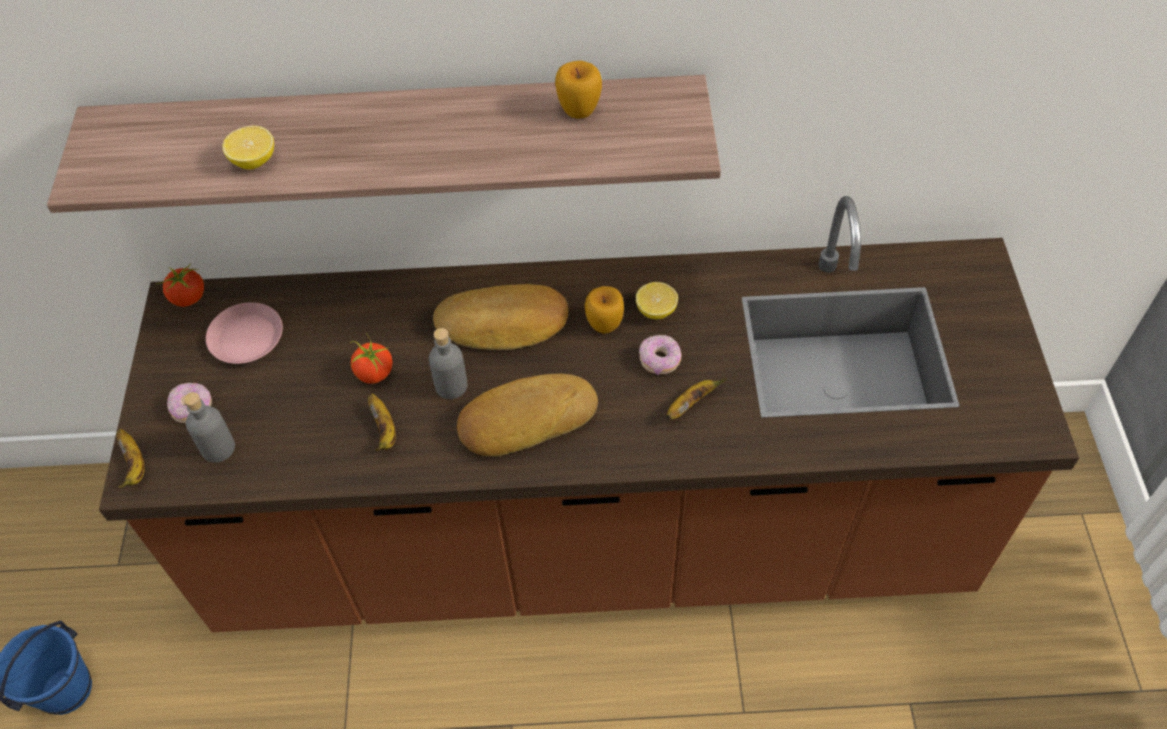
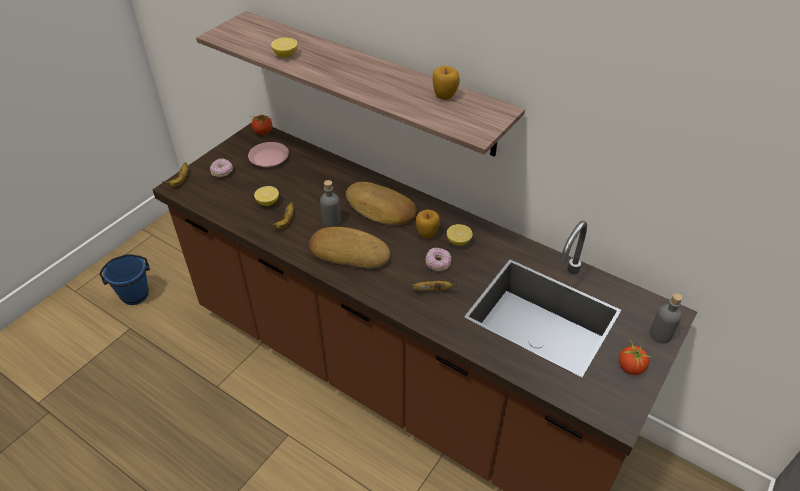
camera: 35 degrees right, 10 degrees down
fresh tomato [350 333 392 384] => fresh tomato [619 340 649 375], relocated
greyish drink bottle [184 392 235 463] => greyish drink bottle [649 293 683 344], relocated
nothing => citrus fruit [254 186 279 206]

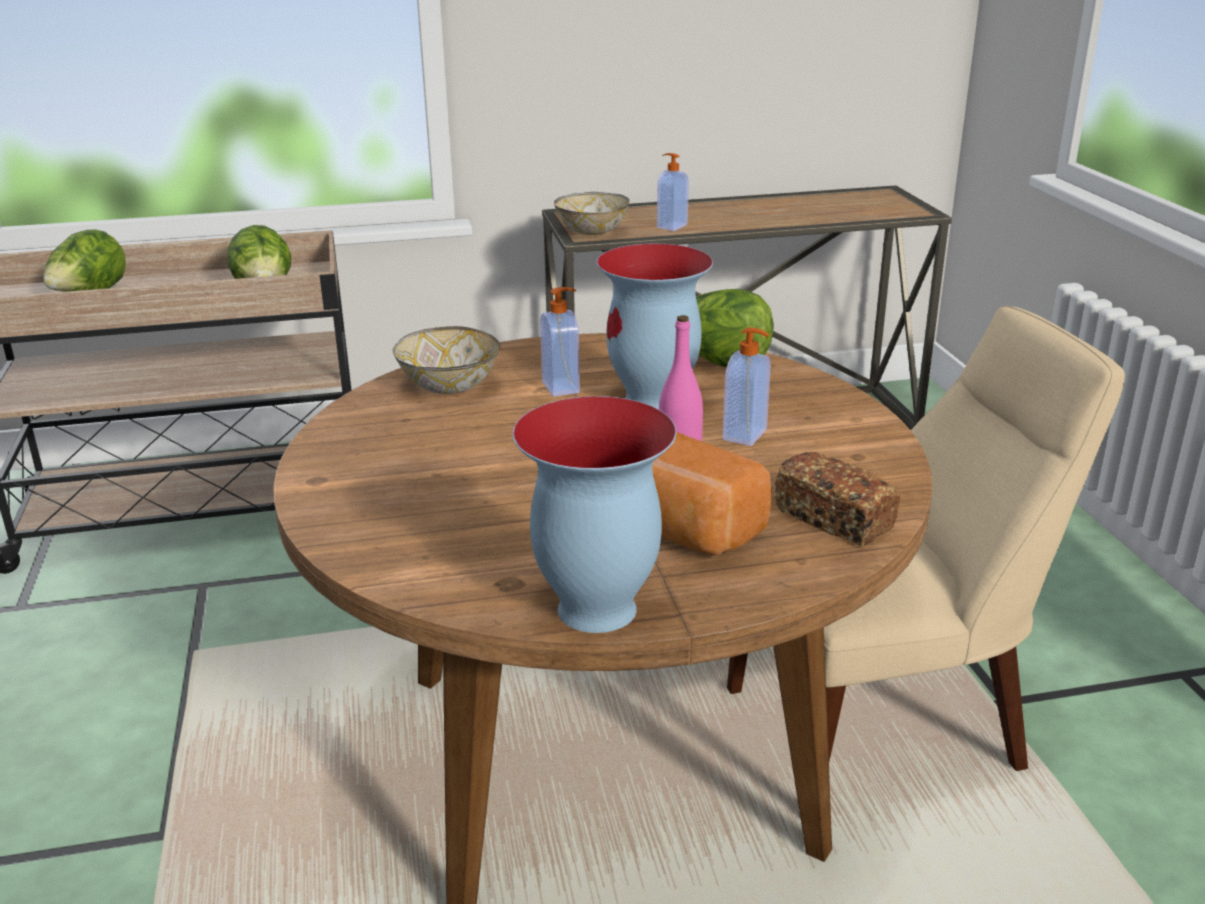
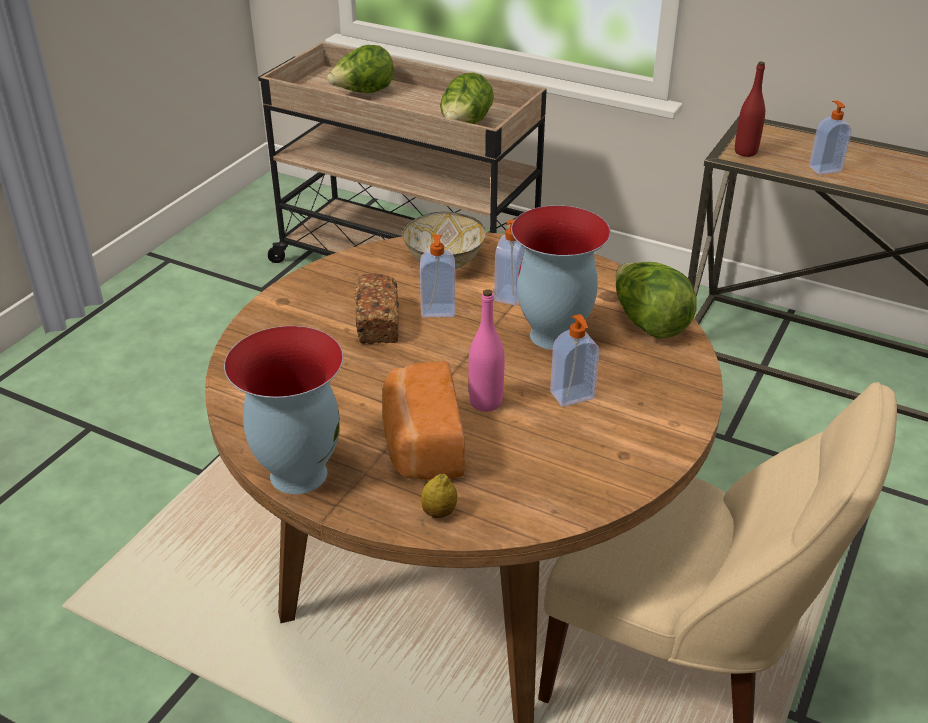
camera: 40 degrees right, 10 degrees up
deep dish [554 192 629 235] => red drink bottle [735 62 765 157]
bread [775 452 900 546] => bread [355 273 399 344], relocated
nothing => liquid soap bottle [420 235 455 317]
nothing => citrus fruit [421 474 457 518]

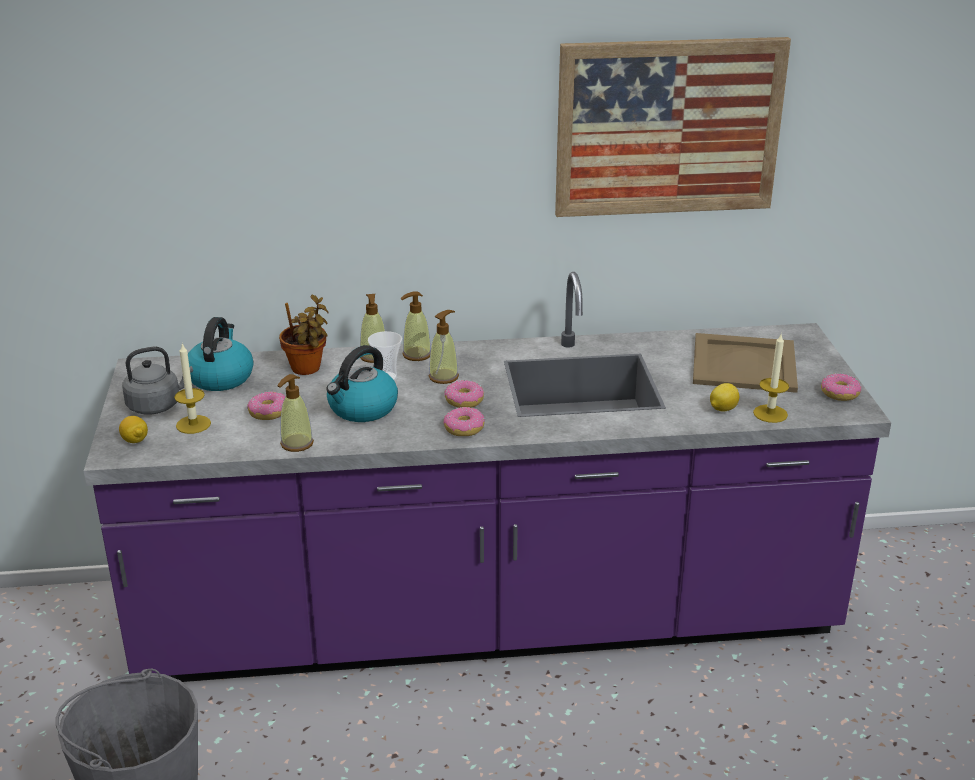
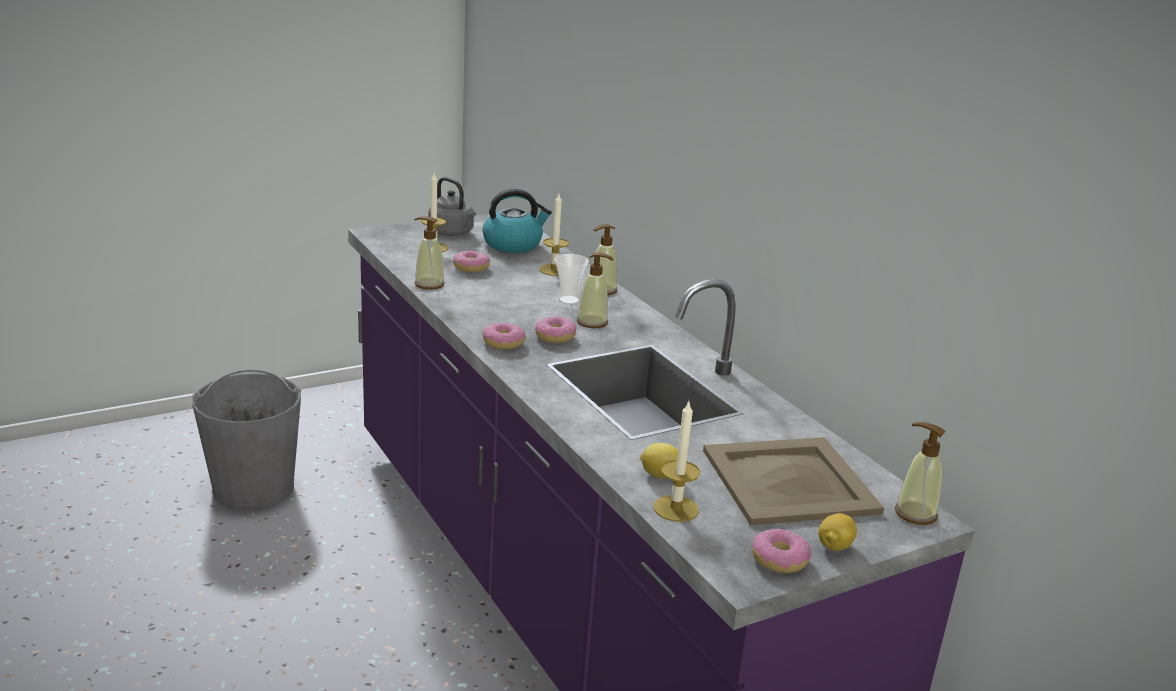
camera: 65 degrees right, 5 degrees down
picture [555 37 791 217] => nothing
liquid soap bottle [400 291 431 361] => liquid soap bottle [895 422 946 525], relocated
houseplant [279 295 329 375] => wax candle [540 194 569 276]
kettle [326 345 398 422] => nothing
citrus fruit [119 416 148 443] => citrus fruit [818 513 857 551], relocated

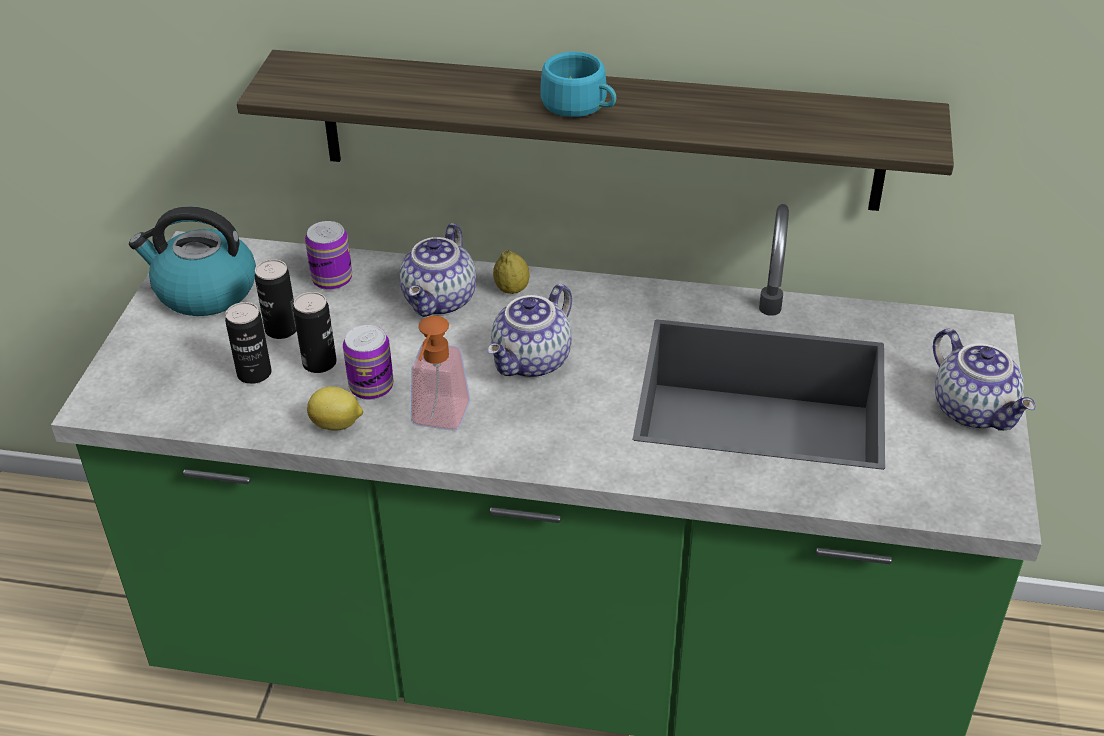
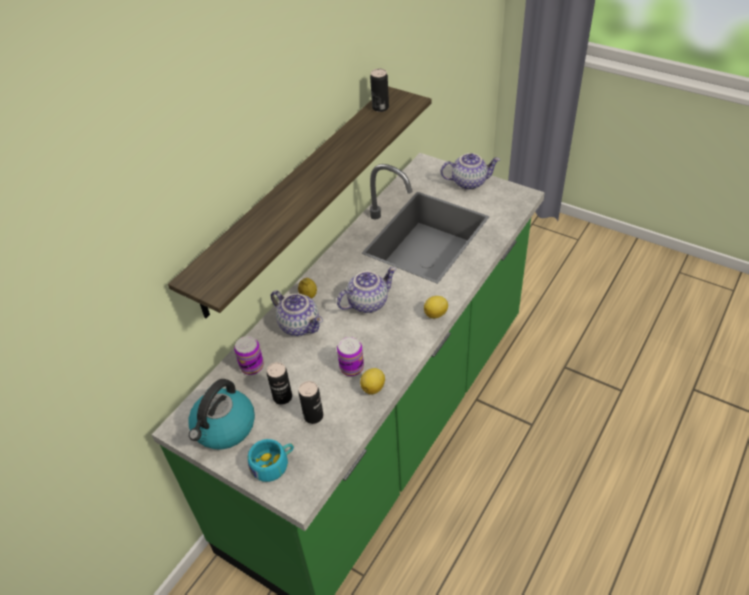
camera: 65 degrees left, 5 degrees up
blue-green cup [540 51 616 117] => blue-green cup [248 439 294 482], relocated
tea pot [487 284 572 378] => tea pot [337 267 396 313], 90 degrees counterclockwise
sealed can [293 292 337 373] => sealed can [370 69 389 112], relocated
liquid soap bottle [411 316 470 431] => nothing
nothing => citrus fruit [424 296 448 318]

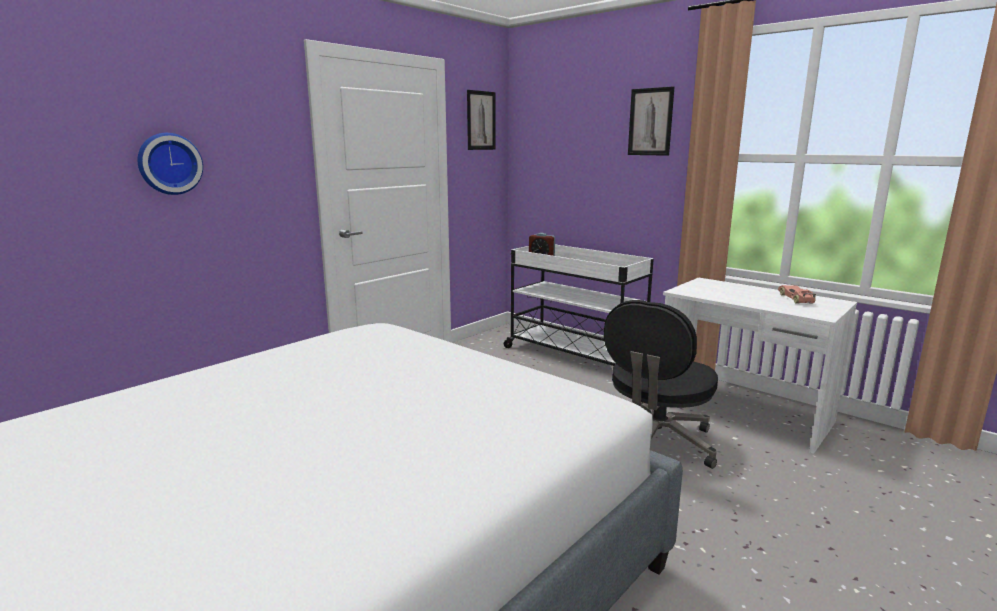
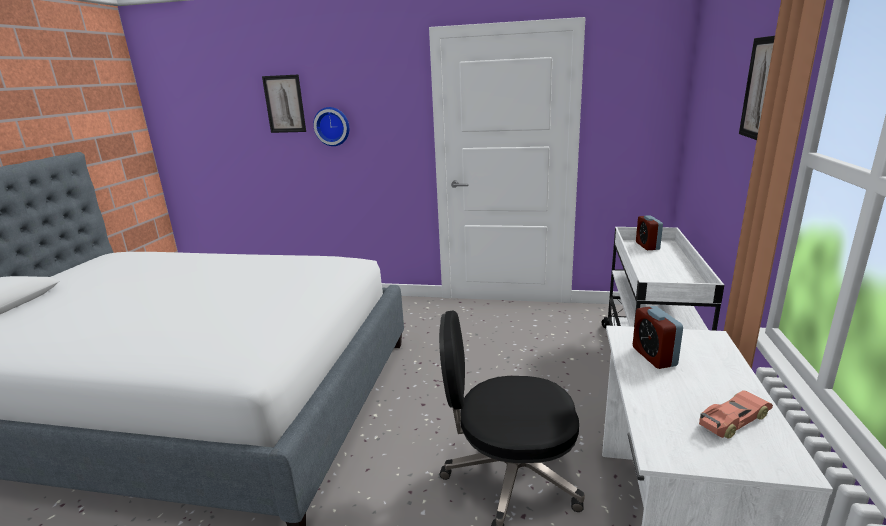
camera: 60 degrees right, 5 degrees up
picture [467 90 496 150] => picture [262 75 306 133], relocated
nothing => alarm clock [633 306 683 369]

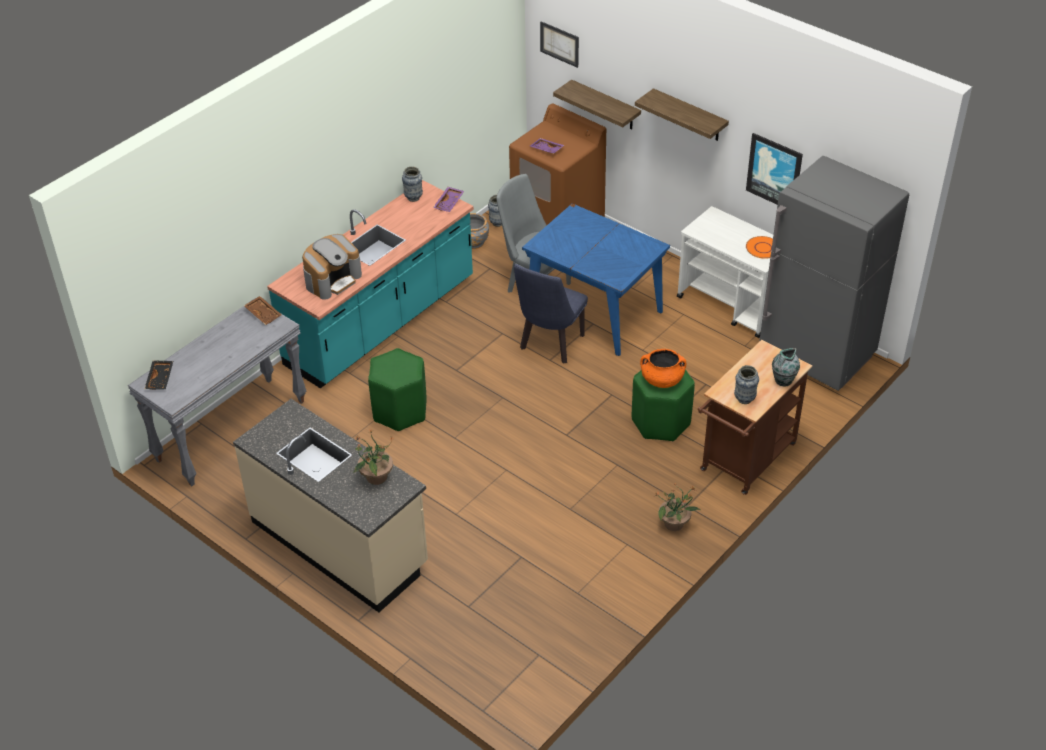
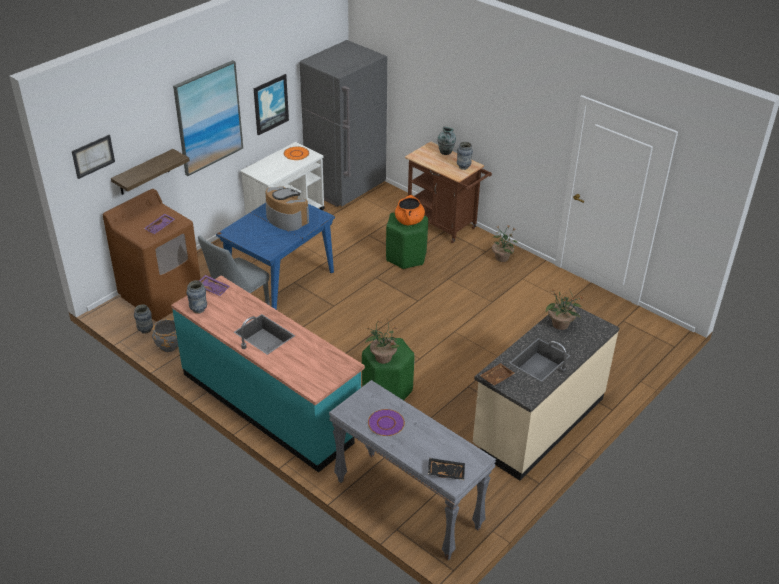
camera: 90 degrees left, 5 degrees down
bracket shelf [635 88 729 141] => picture [173 60 243 176]
coffee brewer [302 234 362 300] => coffee brewer [265 186 309 231], relocated
bluish upright chair [514 264 588 364] => nothing
brown-coloured tray [244 296 282 325] => brown-coloured tray [479 363 515 385], relocated
nothing => houseplant [365 318 400 364]
nothing => purplish dinner plate [368 409 405 436]

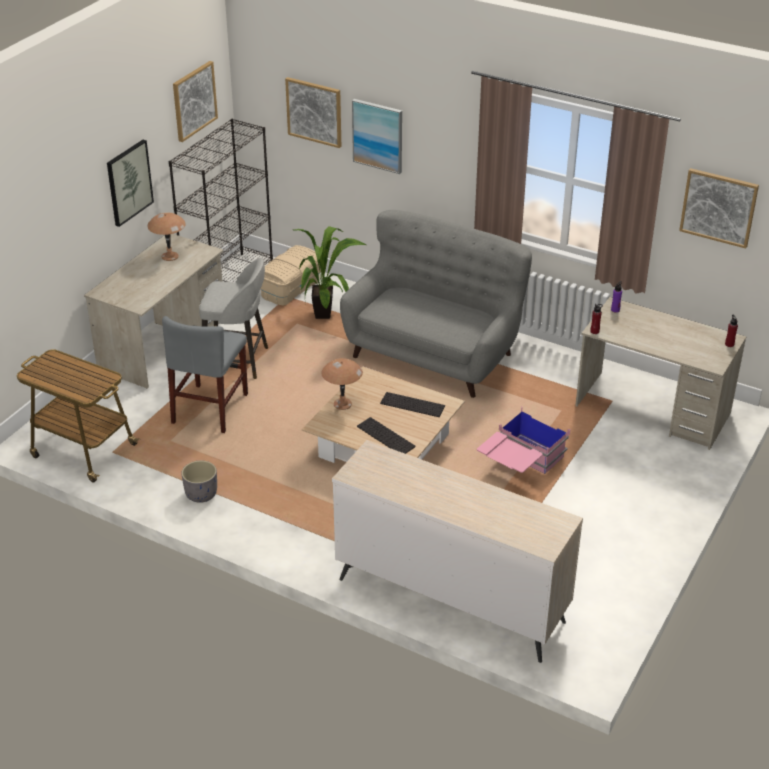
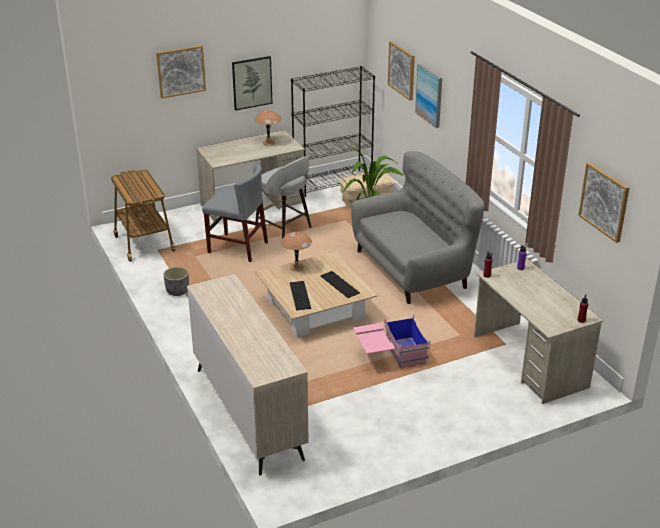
camera: 35 degrees right, 5 degrees down
picture [173 61 218 142] => picture [156 45 206 99], relocated
greyish upright chair [162 316 248 433] => greyish upright chair [202 165 268 262], 120 degrees counterclockwise

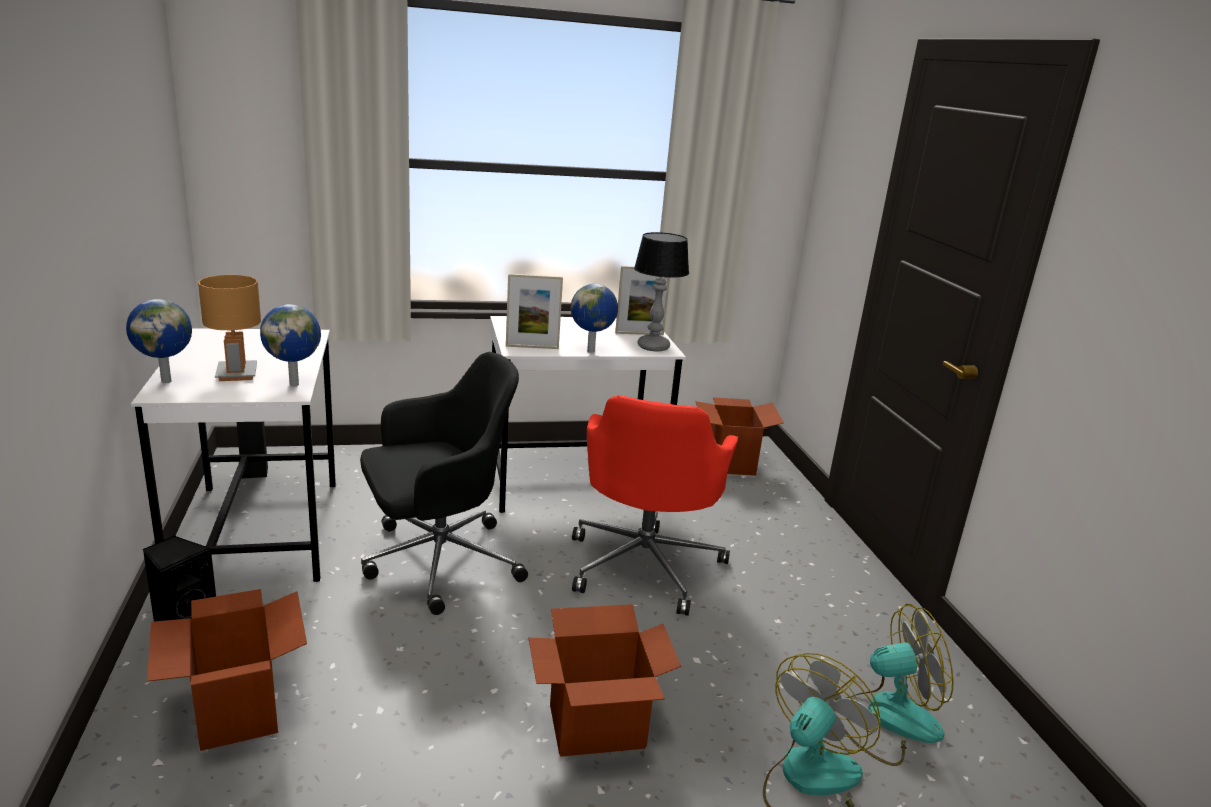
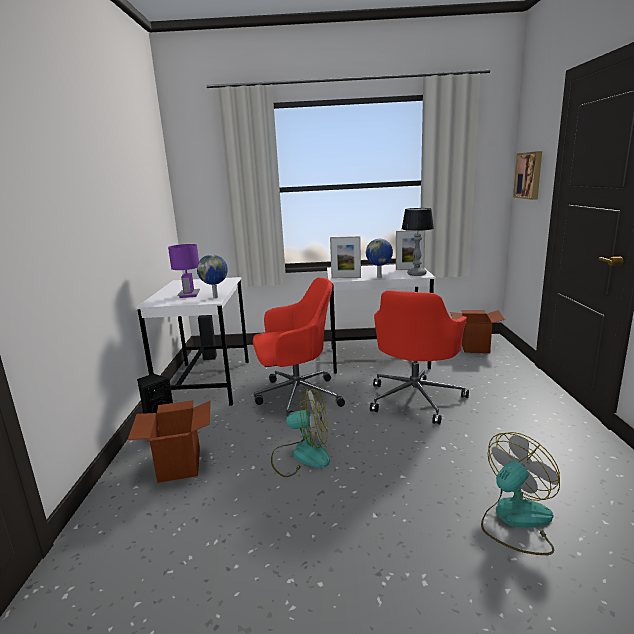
camera: 15 degrees right, 5 degrees down
brown-coloured table lamp [198 275 261 381] => purplish table lamp [168 244 200 298]
globe [126 299 192 383] => nothing
black office chair [360 352 528 615] => red office chair [253 277 345 416]
electric fan [833 603 954 766] => electric fan [271 387 330 477], relocated
cardboard box [529 604 681 757] => nothing
nothing => picture [513 151 542 200]

